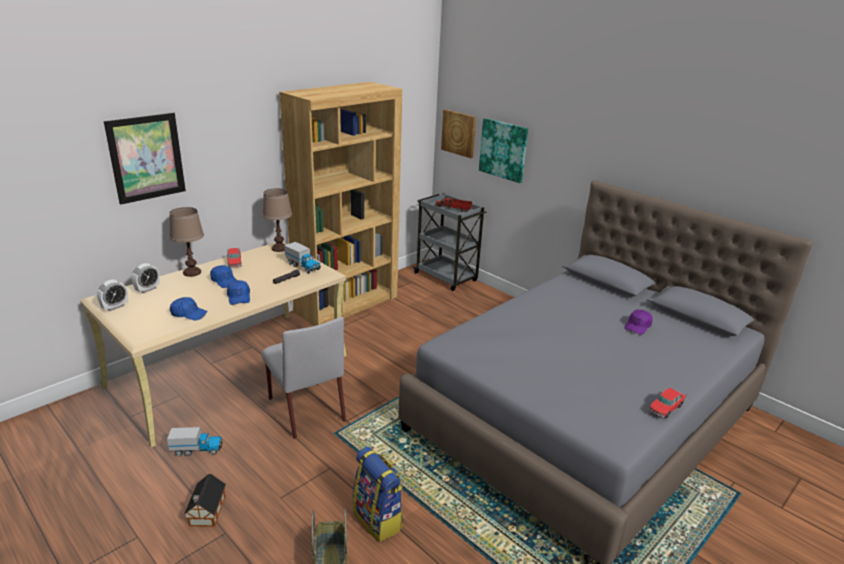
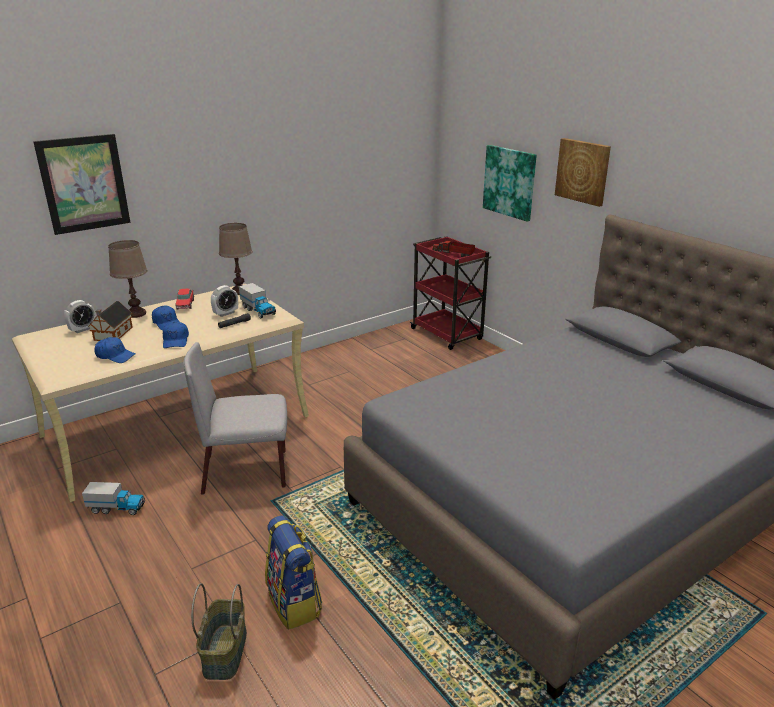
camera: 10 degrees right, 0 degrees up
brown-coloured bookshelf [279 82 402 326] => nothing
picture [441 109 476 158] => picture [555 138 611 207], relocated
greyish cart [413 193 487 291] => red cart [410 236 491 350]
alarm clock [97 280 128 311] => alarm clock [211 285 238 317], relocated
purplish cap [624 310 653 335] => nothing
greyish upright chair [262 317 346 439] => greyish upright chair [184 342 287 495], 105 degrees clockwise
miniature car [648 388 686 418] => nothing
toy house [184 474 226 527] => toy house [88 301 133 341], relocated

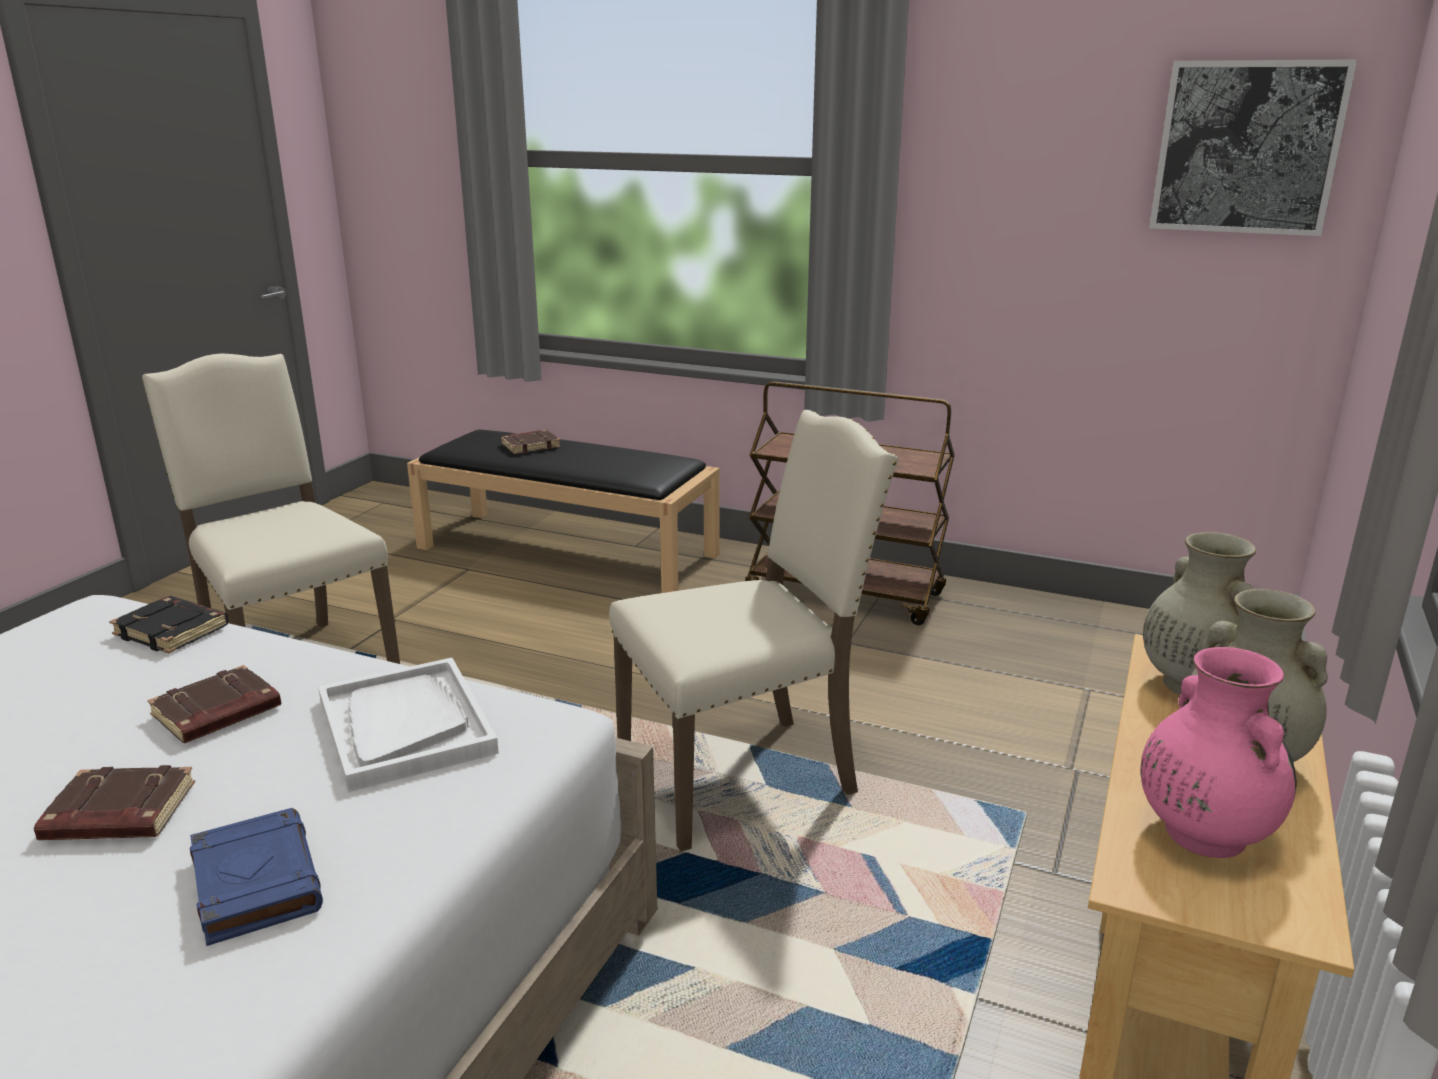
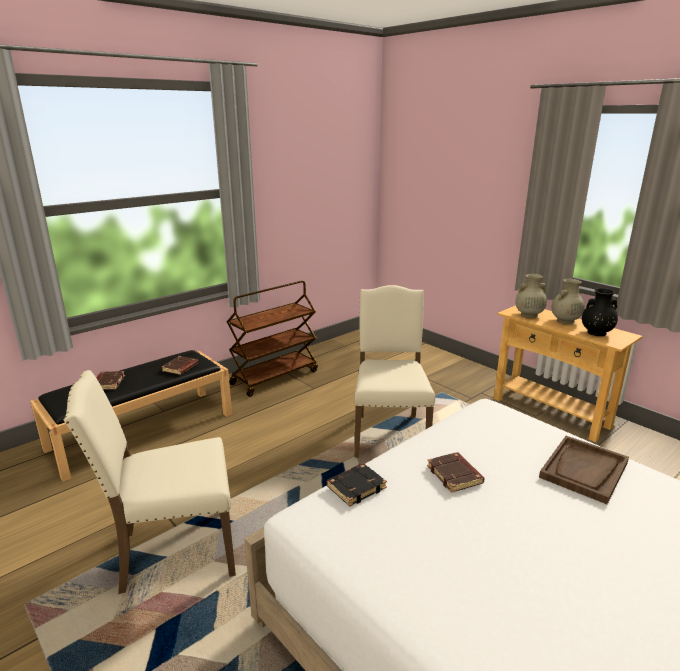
camera: 65 degrees left, 0 degrees up
picture [1149 59 1357 236] => nothing
pink decorative vase [1140 647 1296 858] => black decorative vase [582 288 618 336]
whitish tray [318 658 499 792] => nothing
brown-coloured bound book [34 765 195 840] => brown-coloured bound book [162 356 198 375], relocated
bluish bound book [190 808 323 946] => brown-coloured tray [539 436 629 504]

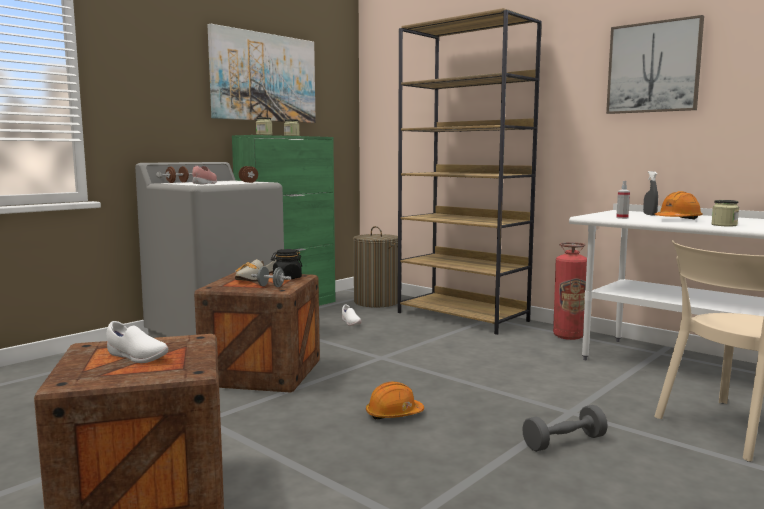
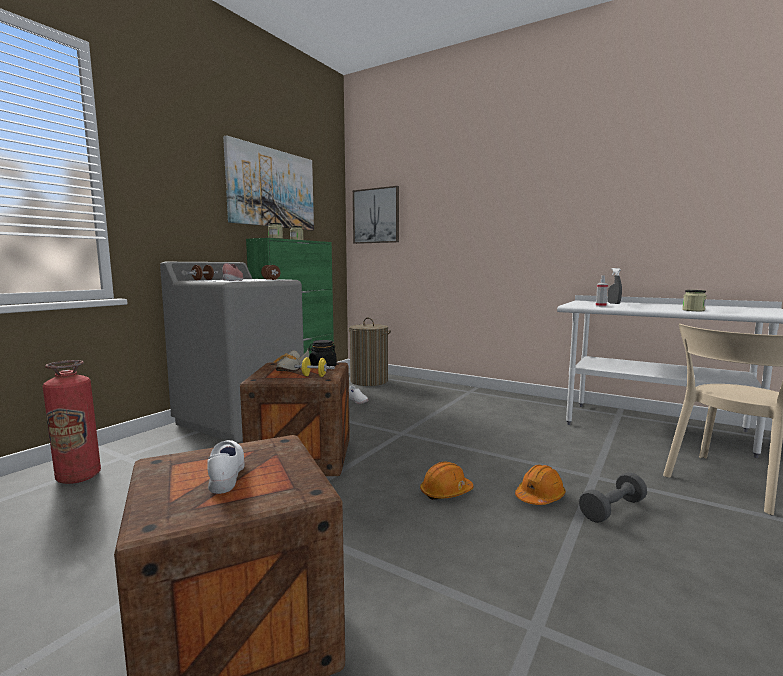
camera: 10 degrees left, 0 degrees up
brown-coloured bookshelf [398 8 542 335] => nothing
picture [606 15 704 114] => picture [353 186 399 244], relocated
orangey safety helmet [654 191 703 220] => orangey safety helmet [515 465 566 505], relocated
fire-fighting cylinder [553 242 587 340] => fire-fighting cylinder [43 360 101 484], relocated
greyish free weight [251 266 291 287] => yellow free weight [294 357 335 377]
whitish shoe [107 321 168 363] => whitish shoe [207 440 245 494], 120 degrees counterclockwise

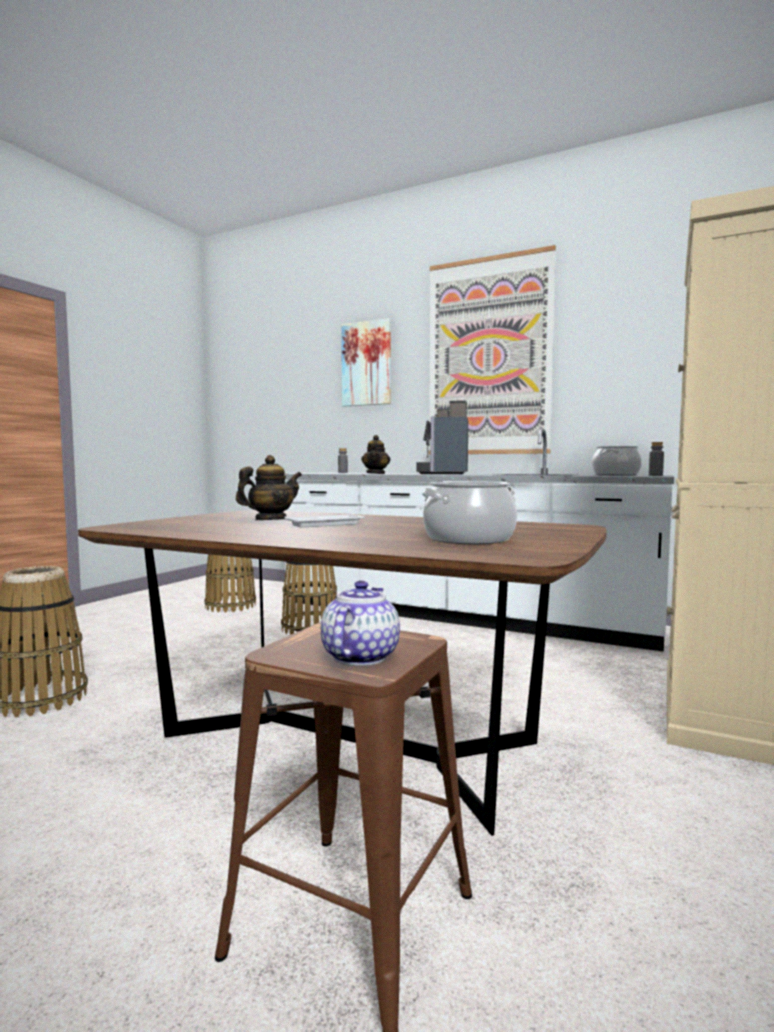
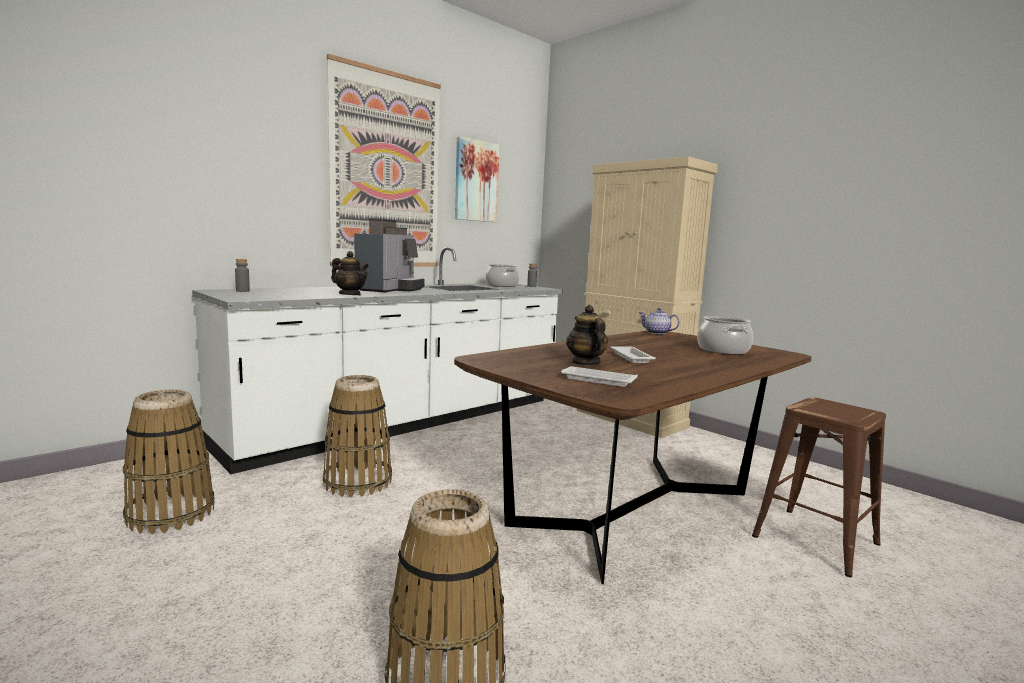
camera: 70 degrees left, 5 degrees up
picture [341 318 391 407] => picture [455 136 499 222], relocated
coffee brewer [417 400 468 474] => coffee brewer [354 218 425 293], 105 degrees counterclockwise
tea pot [321 580 400 666] => tea pot [639 308 680 334], relocated
nothing => whitish tray [561 366 638 387]

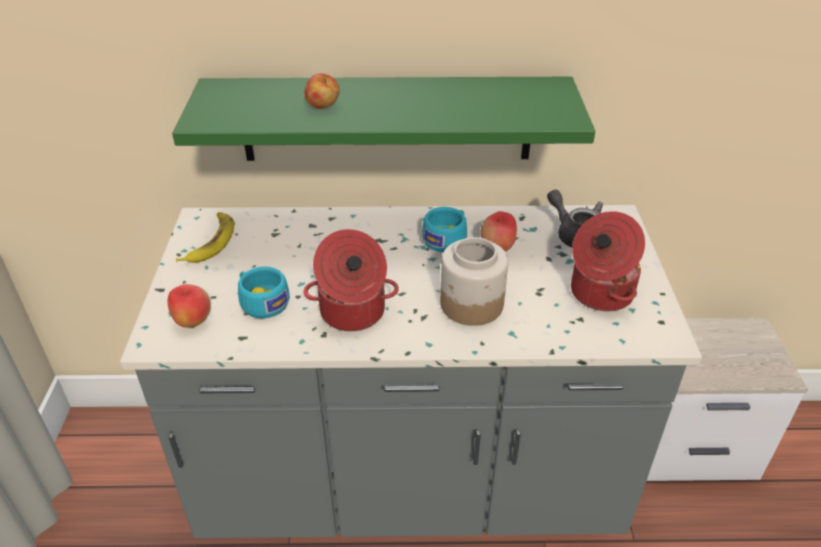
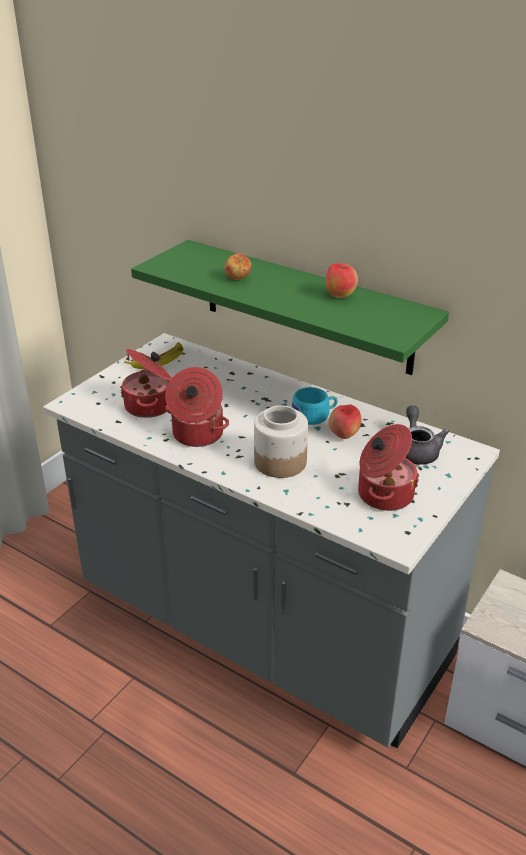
camera: 35 degrees right, 5 degrees down
blue-green cup [238 266 290 318] => saucepot [120 349 172 418]
apple [168 284 211 328] => apple [326 263 358 299], relocated

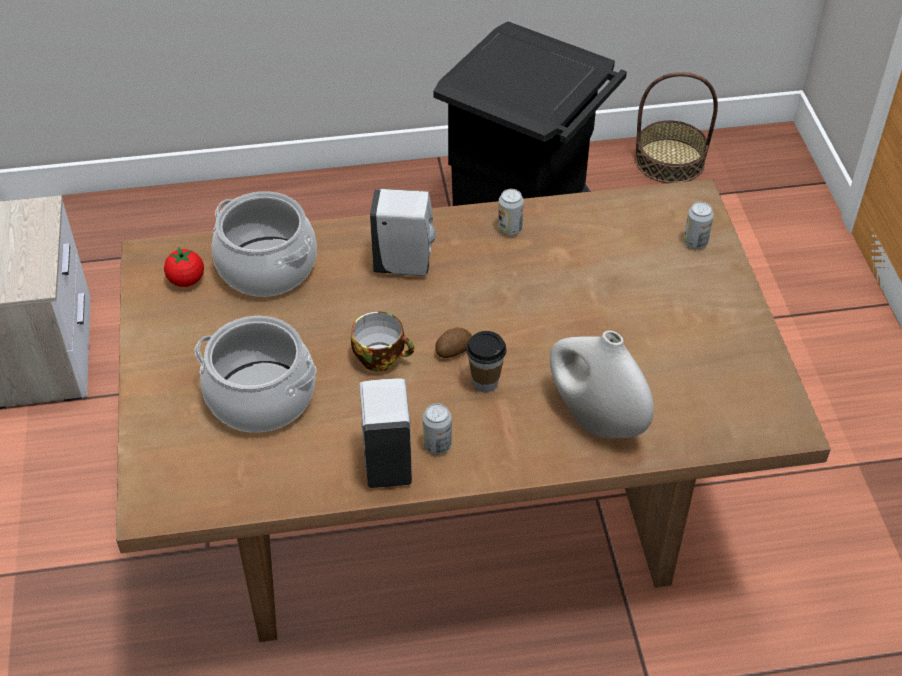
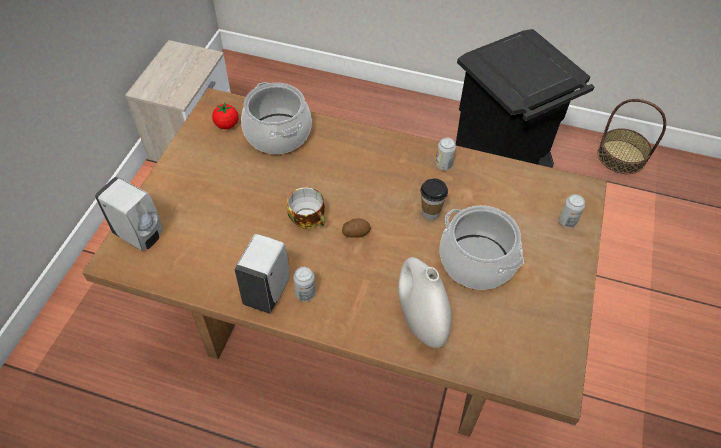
camera: 25 degrees right, 5 degrees up
whitish liquid soap bottle [370 189 436 276] => whitish liquid soap bottle [95 177 163 251], relocated
saucepot [195 316 317 432] => saucepot [440 205 524 290], relocated
cup [466 331 507 393] => cup [420 178 448 220], relocated

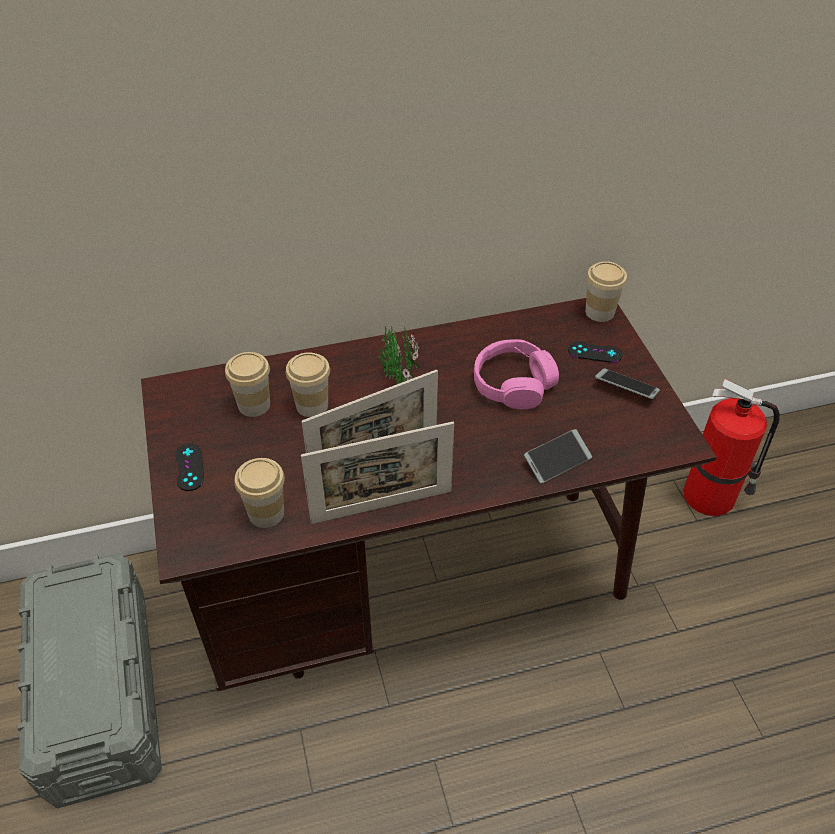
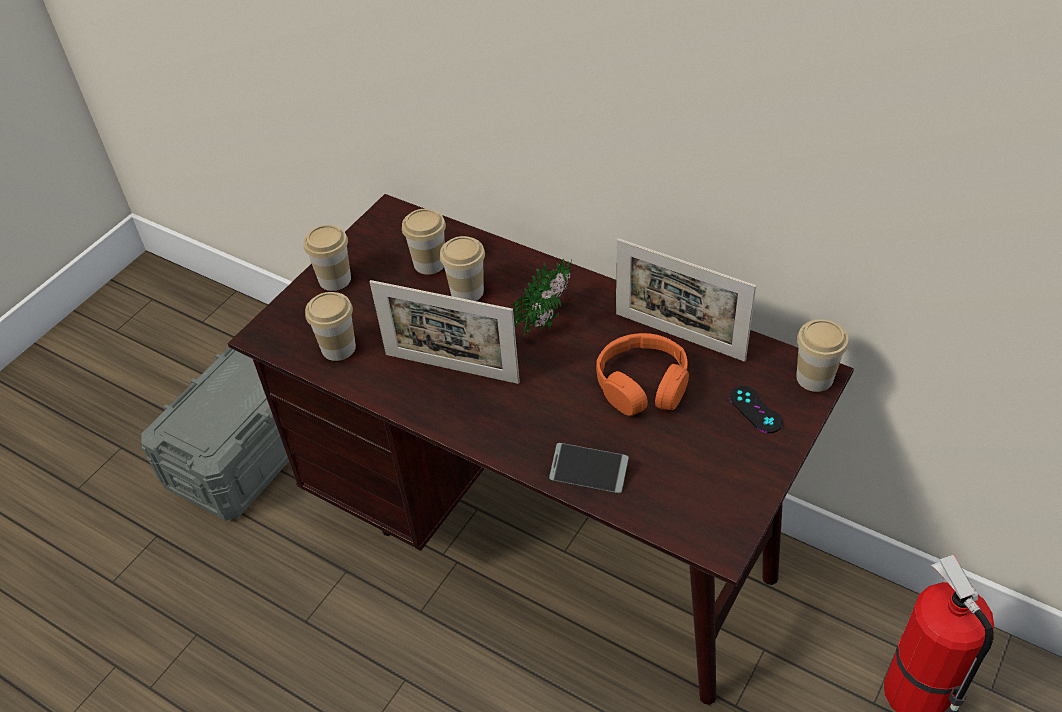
camera: 50 degrees right, 0 degrees up
pink headset [474 339 559 409] => orangey headset [596 333 689 416]
handset [595 368 660 399] => nothing
standing frame [301 422 454 524] => standing frame [616 238 756 362], relocated
black gamepad [175 443 204 491] => cup [303 225 351 291]

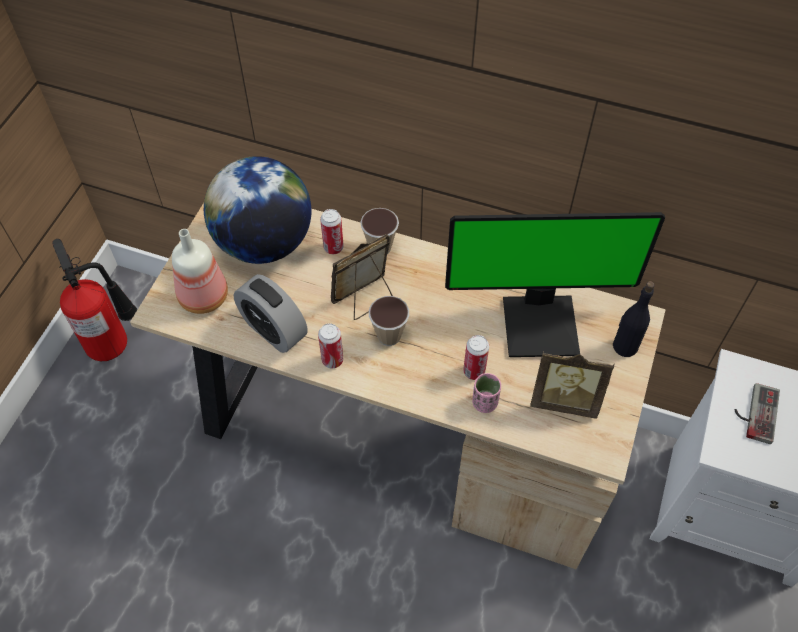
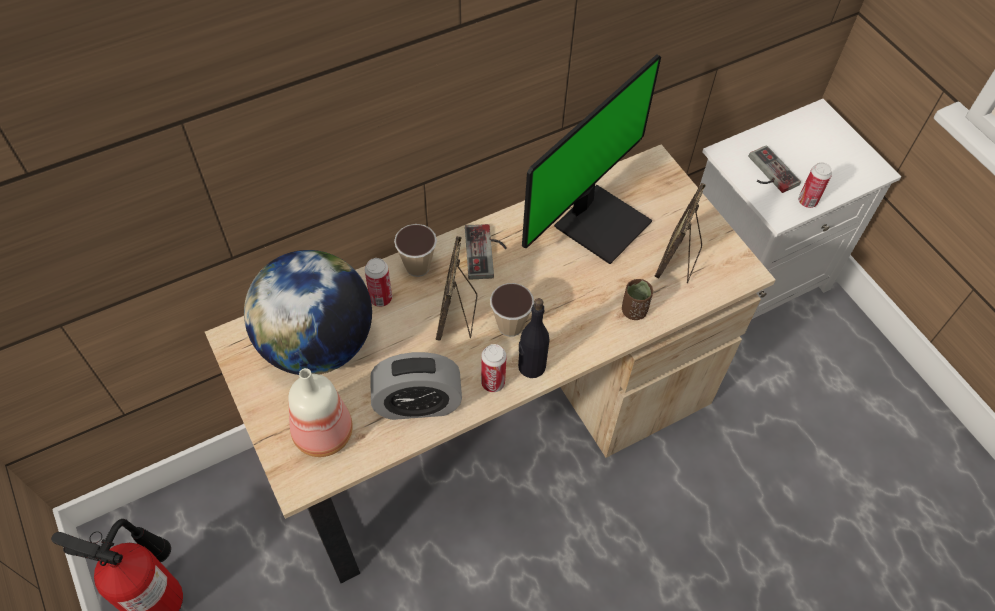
camera: 50 degrees left, 0 degrees up
black drink bottle [613 281 655 357] => black drink bottle [518 298 549 378], relocated
sealed can [463 335 489 380] => sealed can [798 162 832 208], relocated
standing frame [530 351 614 419] => standing frame [654 183 706 284], 150 degrees clockwise
pink cup [472 373 501 413] => brown-coloured cup [622 279 653 320]
nothing => gamepad [465 224 507 280]

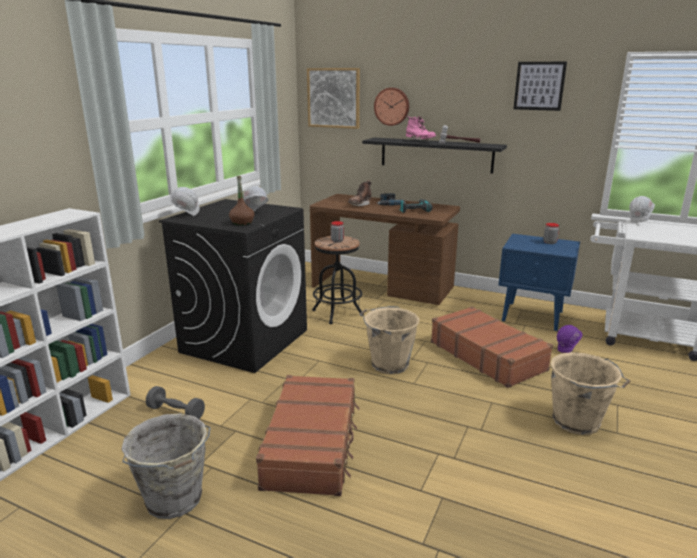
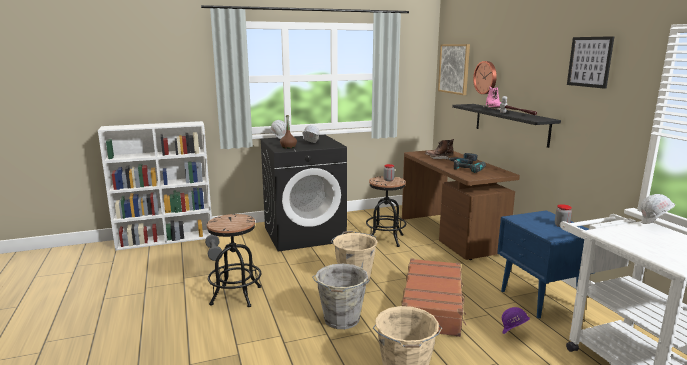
camera: 45 degrees right, 5 degrees down
brown-coloured travel case [256 375 359 496] => black stool seat [207 214 261 307]
greyish pail [121 413 211 519] => greyish pail [312 264 369 329], relocated

